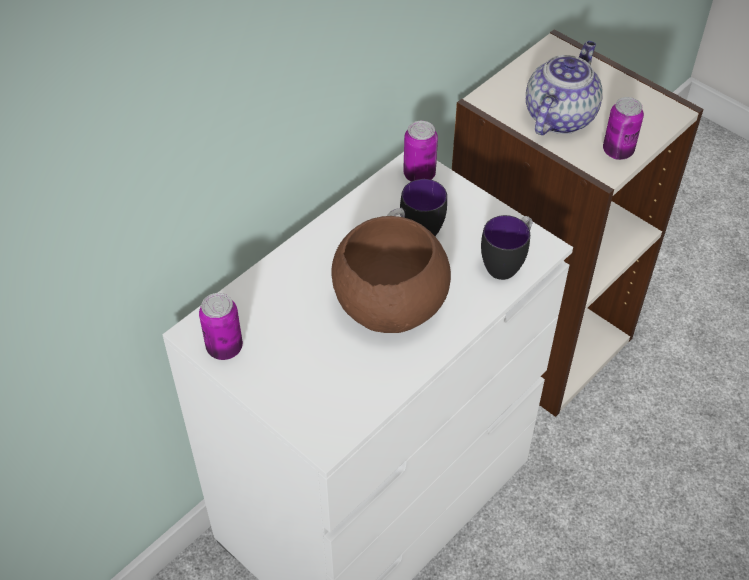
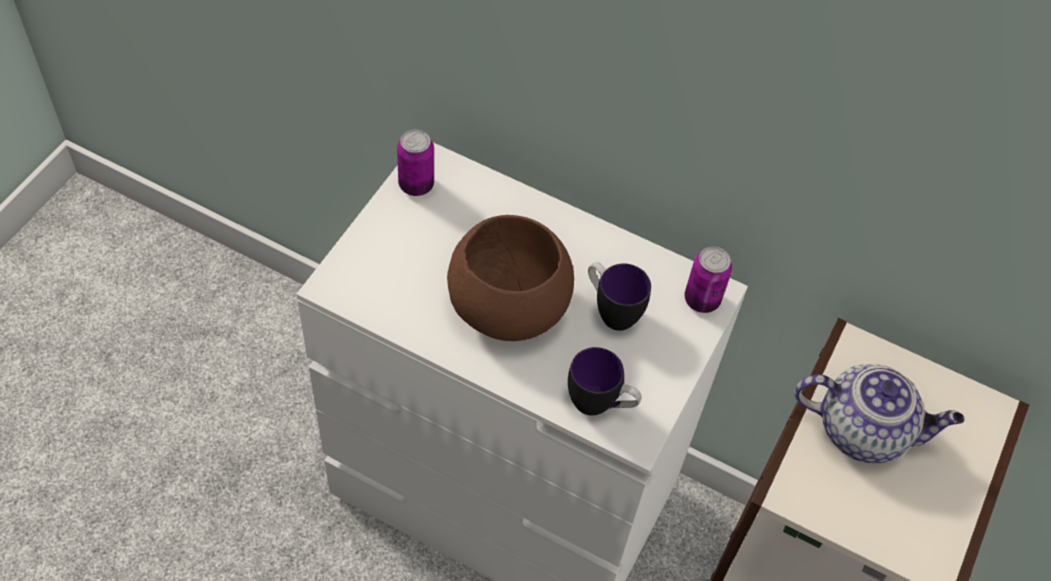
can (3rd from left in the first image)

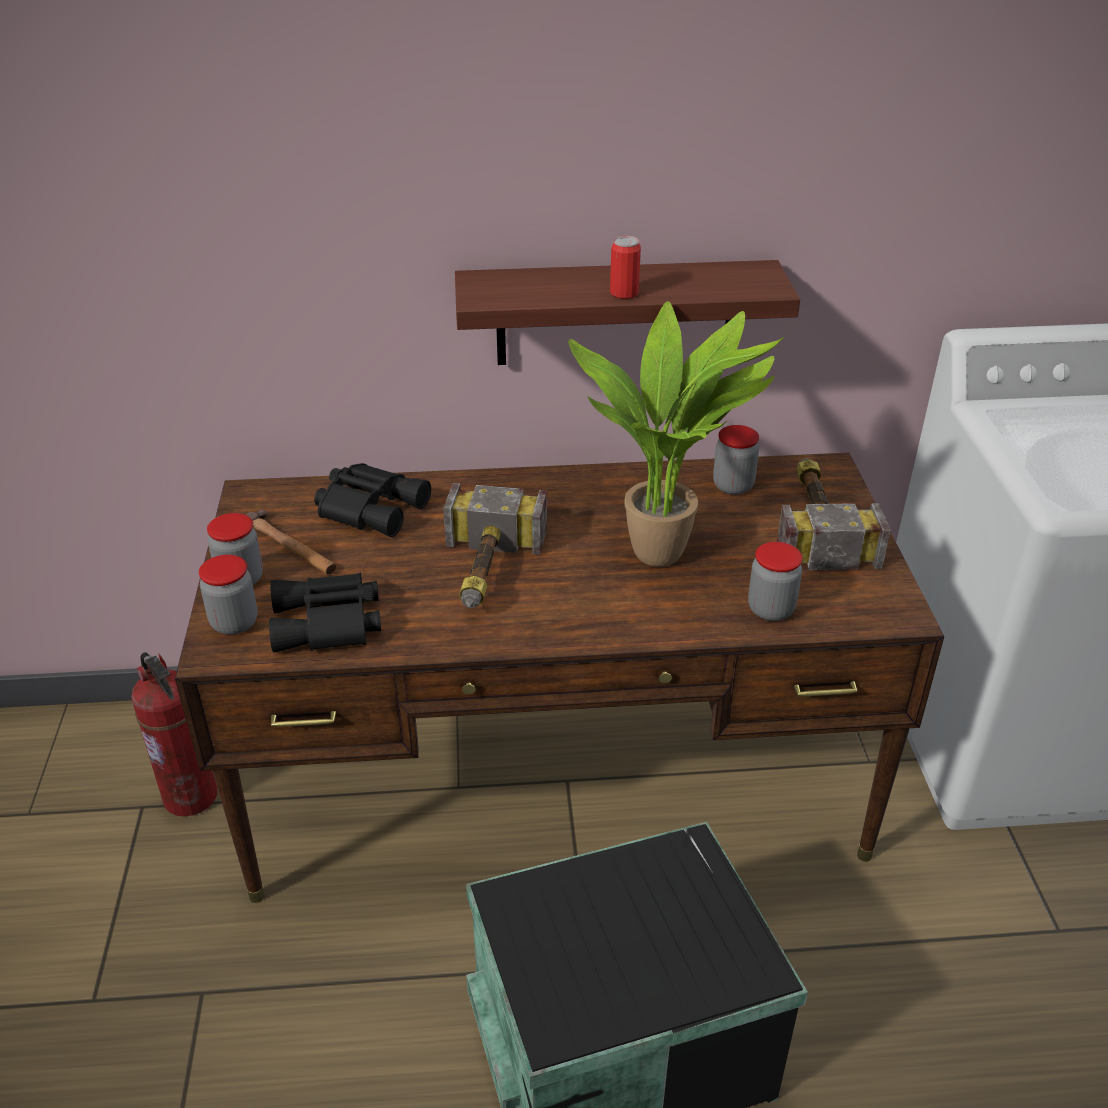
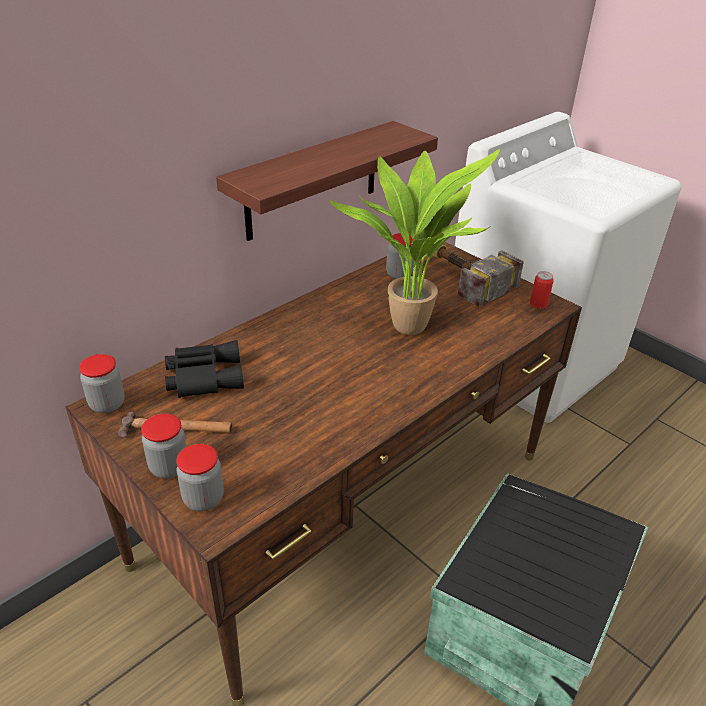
jar (1st from left)
can
fire extinguisher
black binoculars (1st from left in the first image)
hammer (2nd from left in the first image)

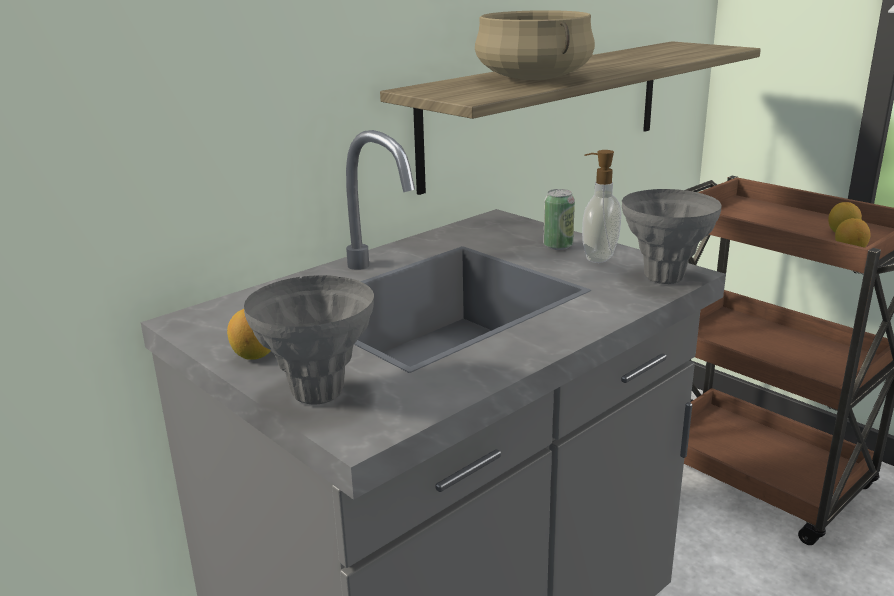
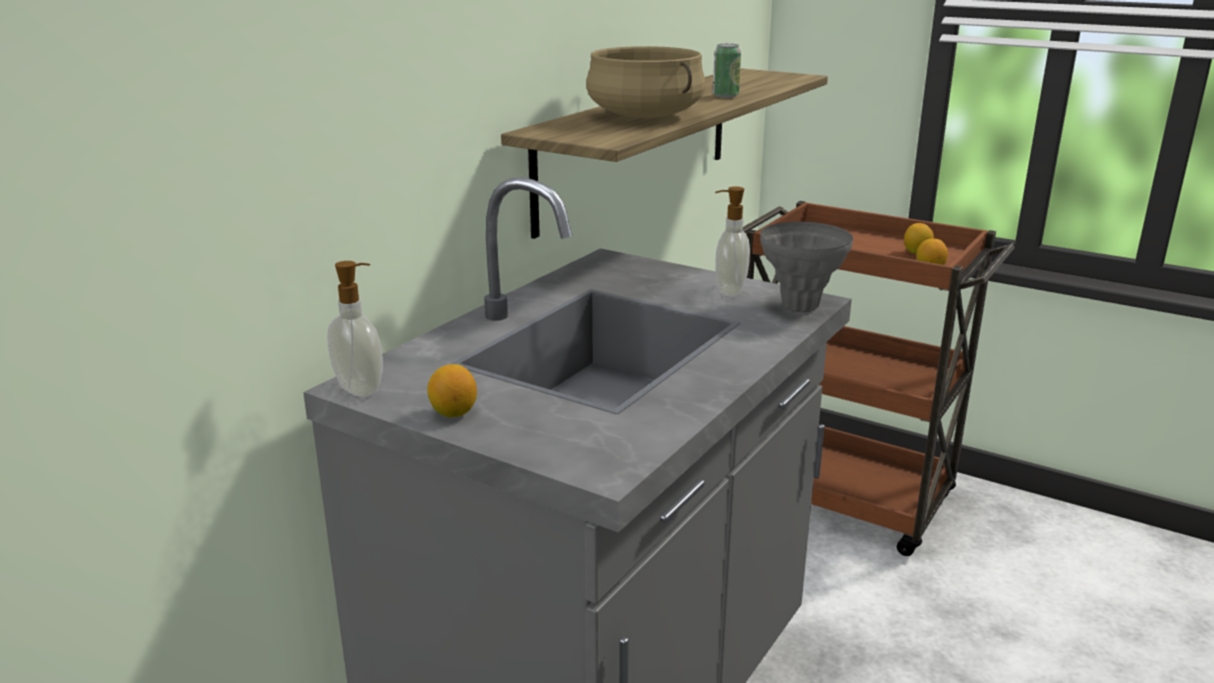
soap dispenser (1st from left)
can
grey vase (1st from left in the first image)

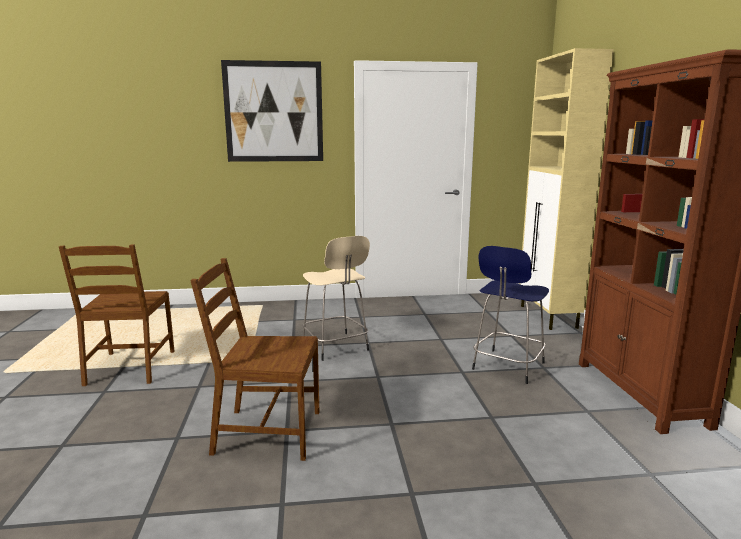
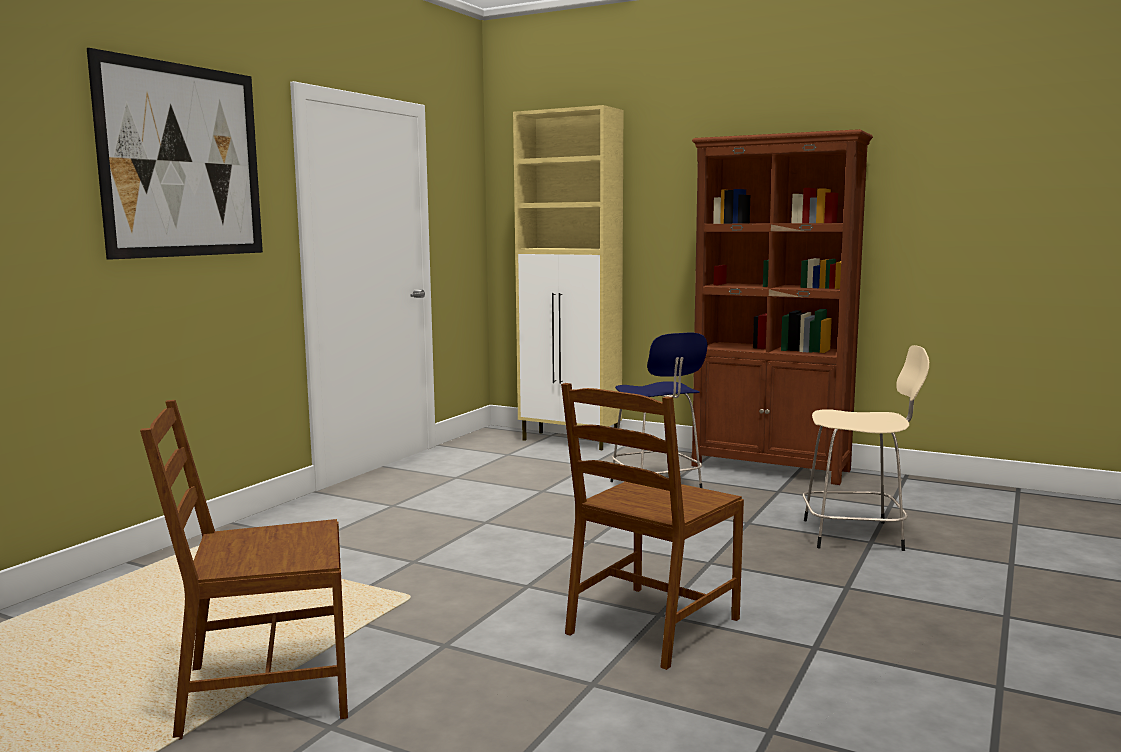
brown chair (1st from left)
beige stool

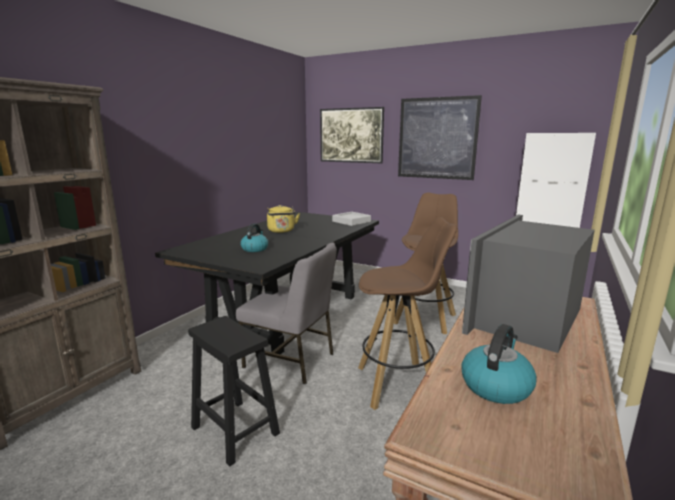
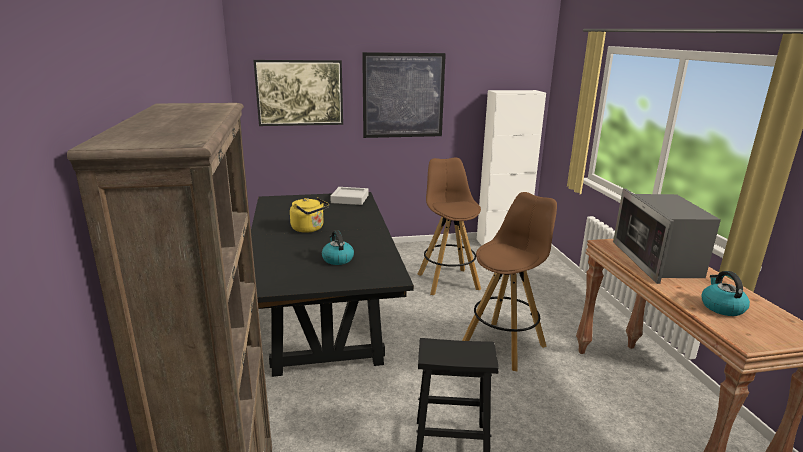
grey chair

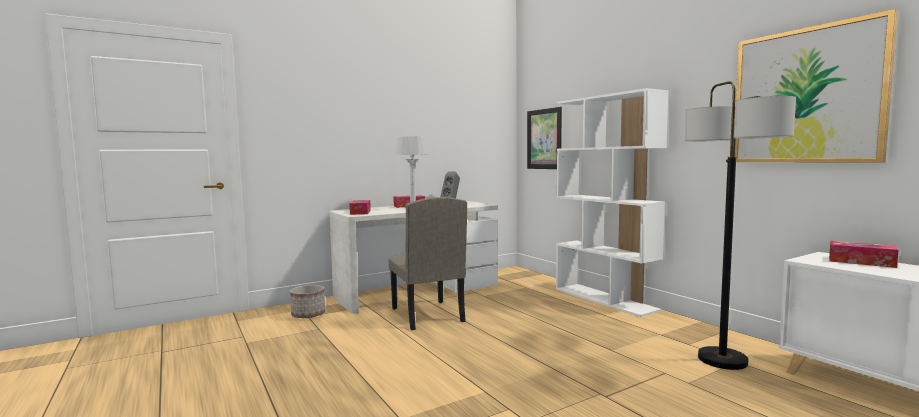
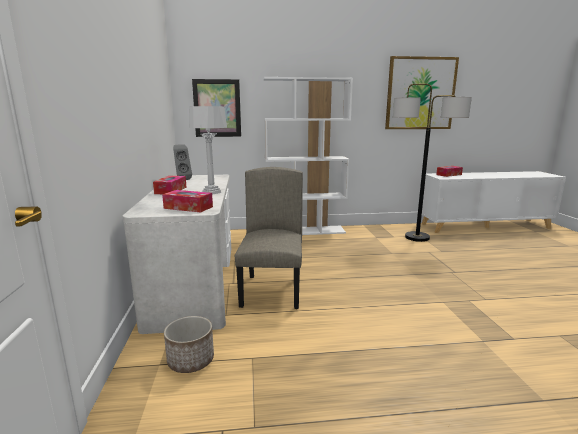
beige chair

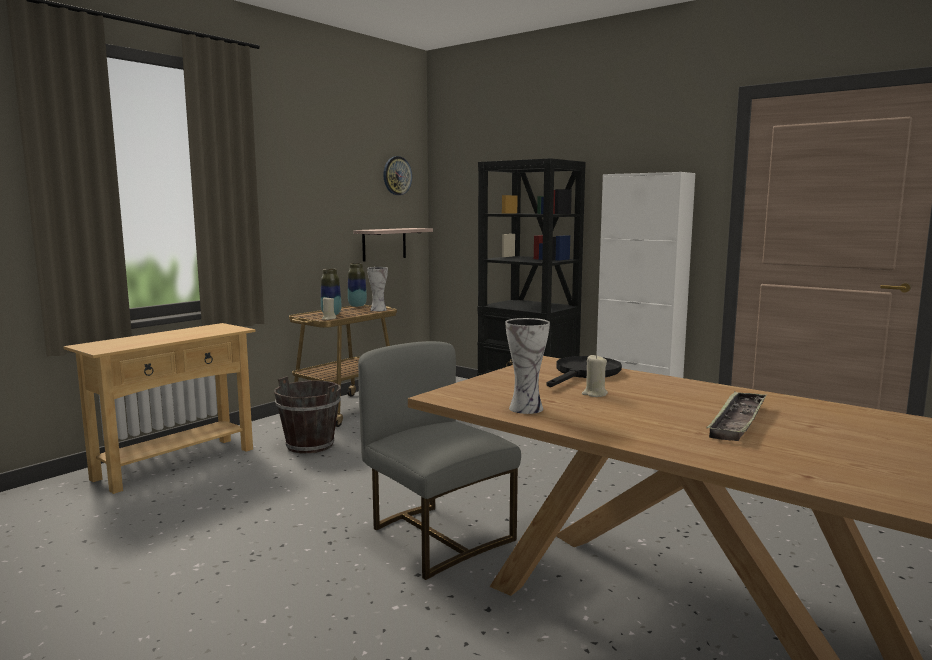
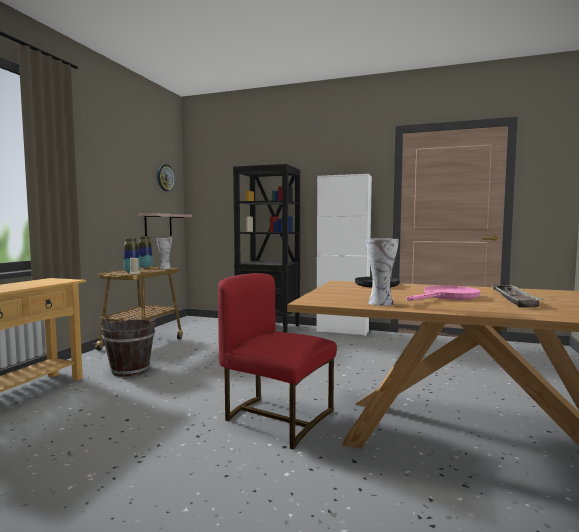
red chair
pink frying pan
beige candle (2nd from left in the first image)

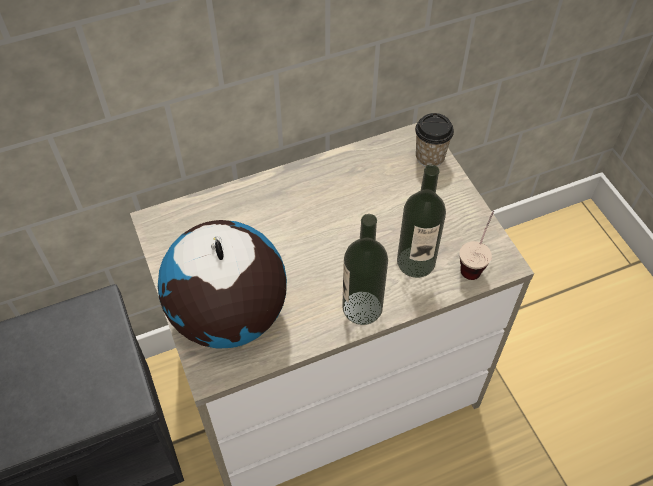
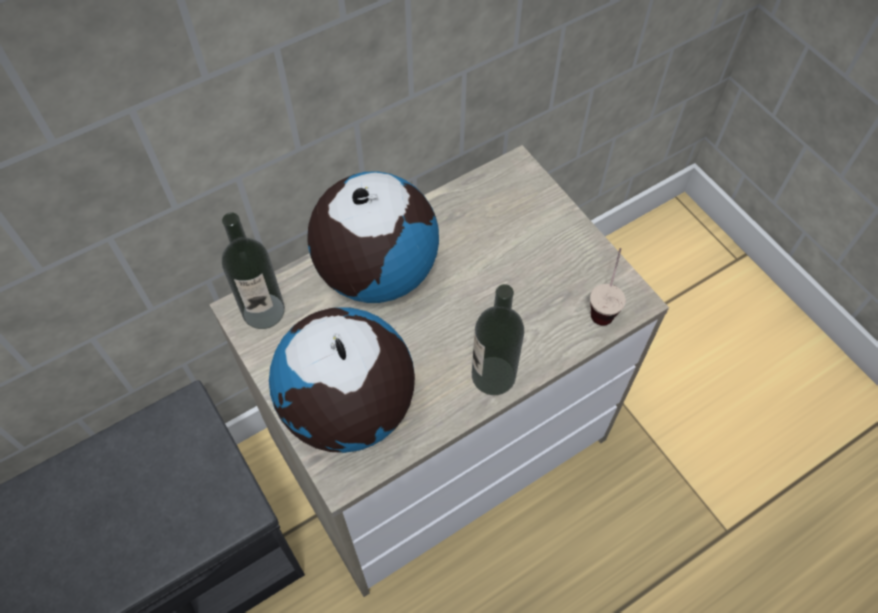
bottle (1st from left)
globe (2nd from left)
cup (1st from left in the first image)

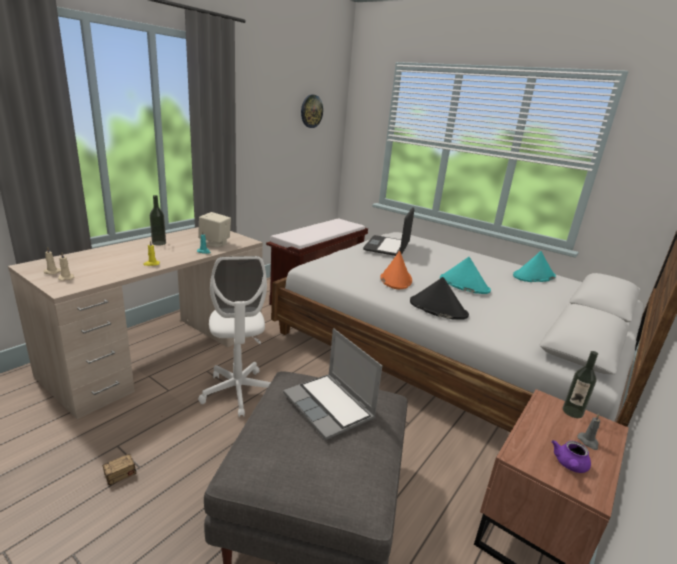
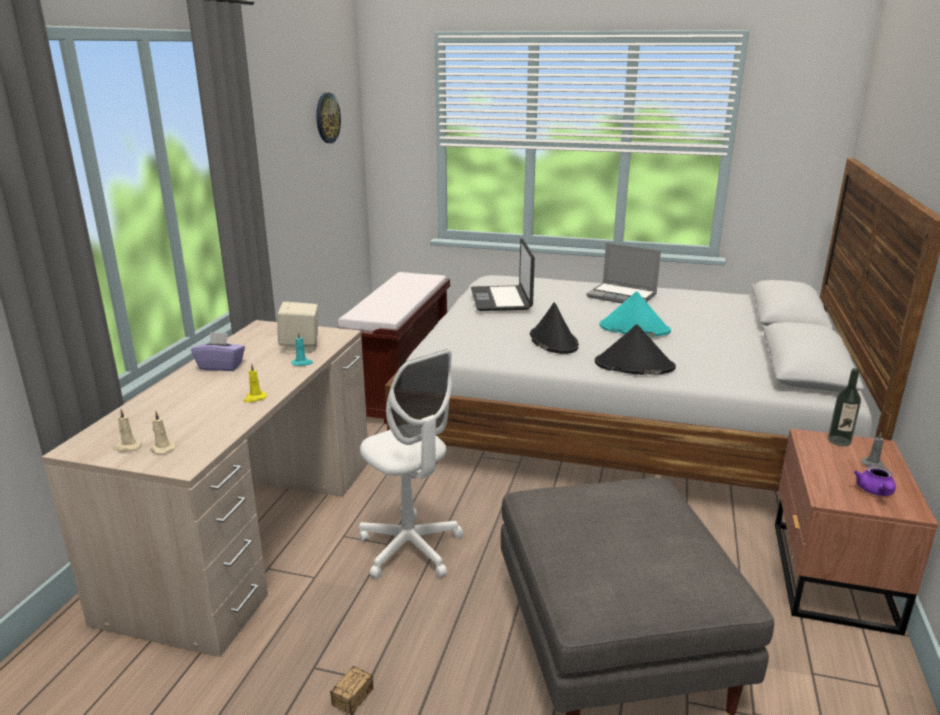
purple tissue box
black hat (1st from left)
laptop (2nd from left)
turquoise hat (2nd from left in the first image)

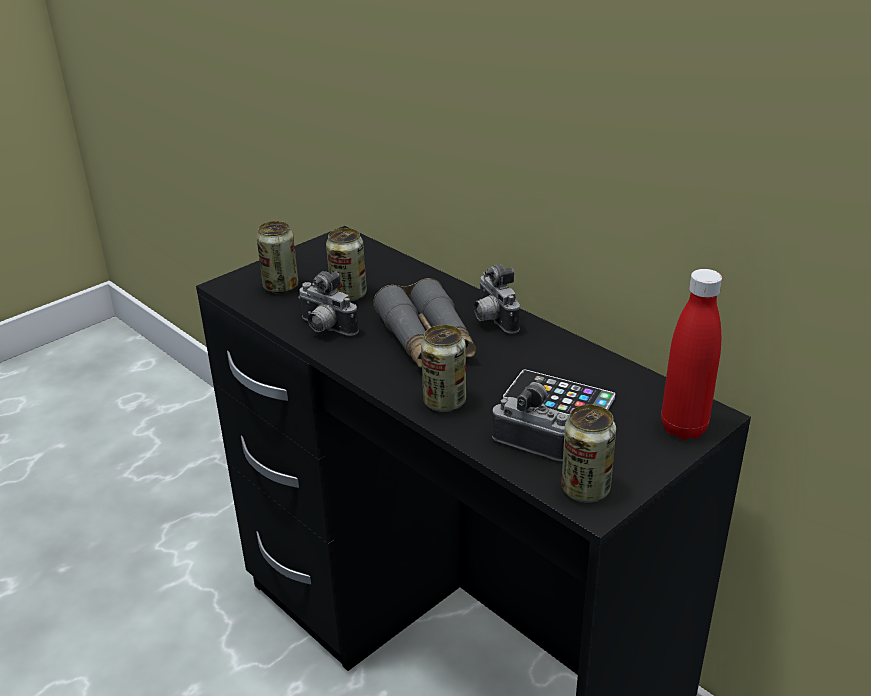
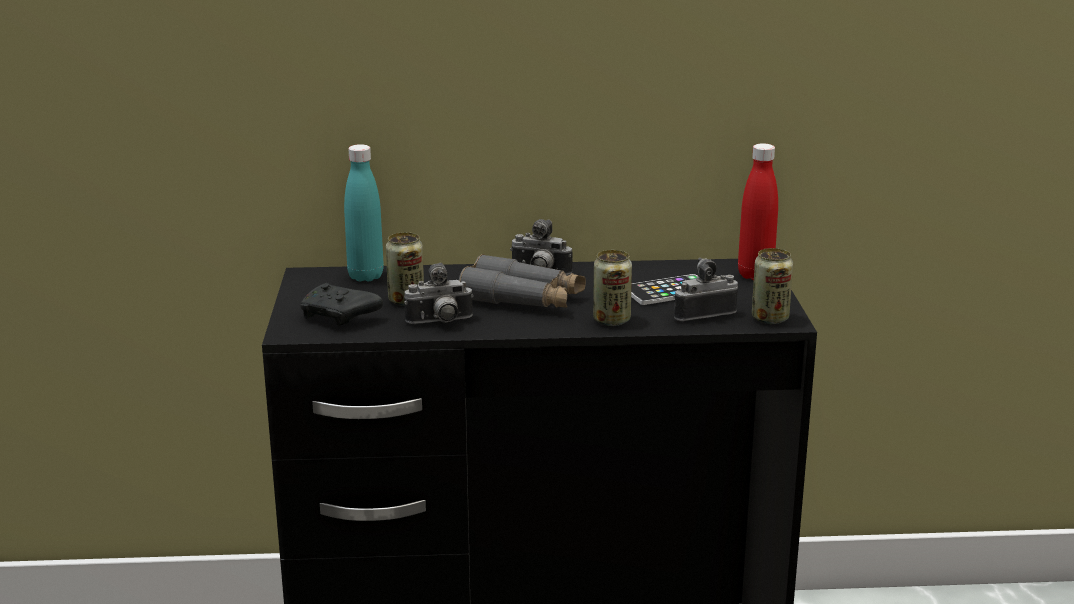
black game controller
turquoise bottle

